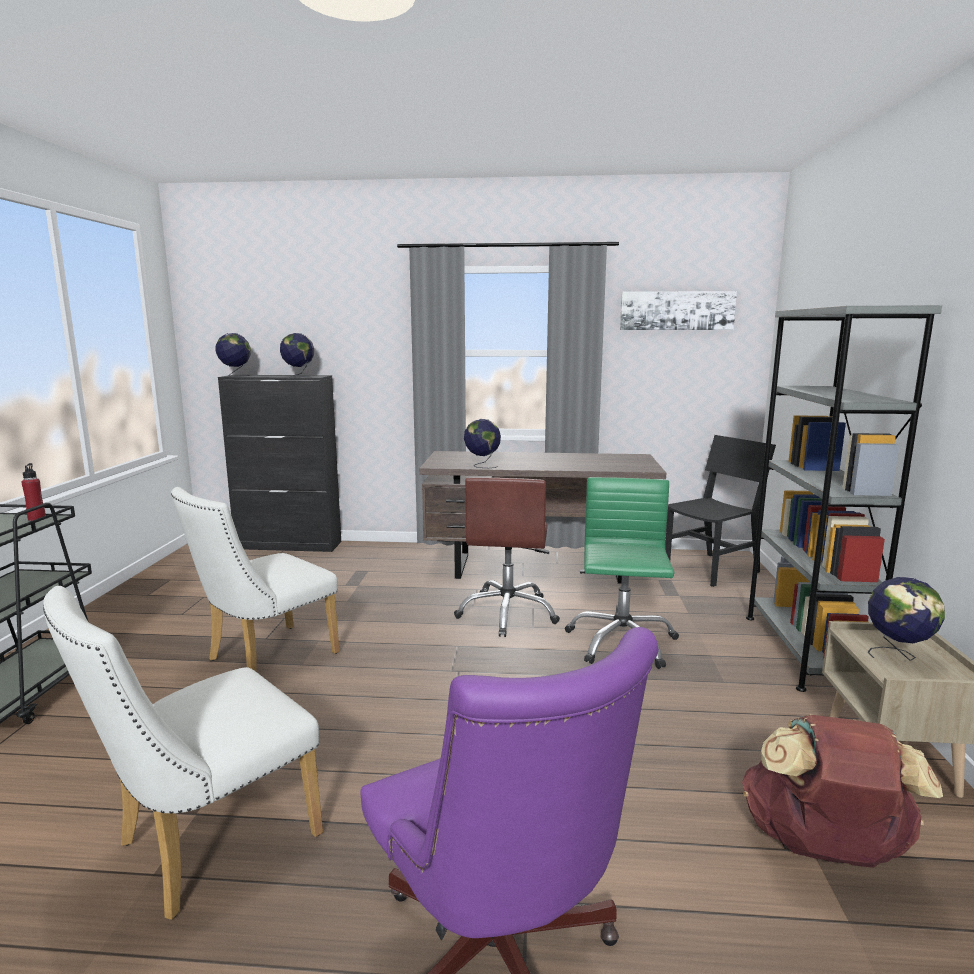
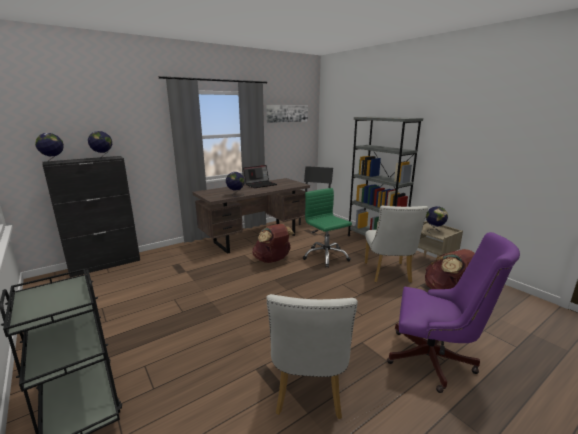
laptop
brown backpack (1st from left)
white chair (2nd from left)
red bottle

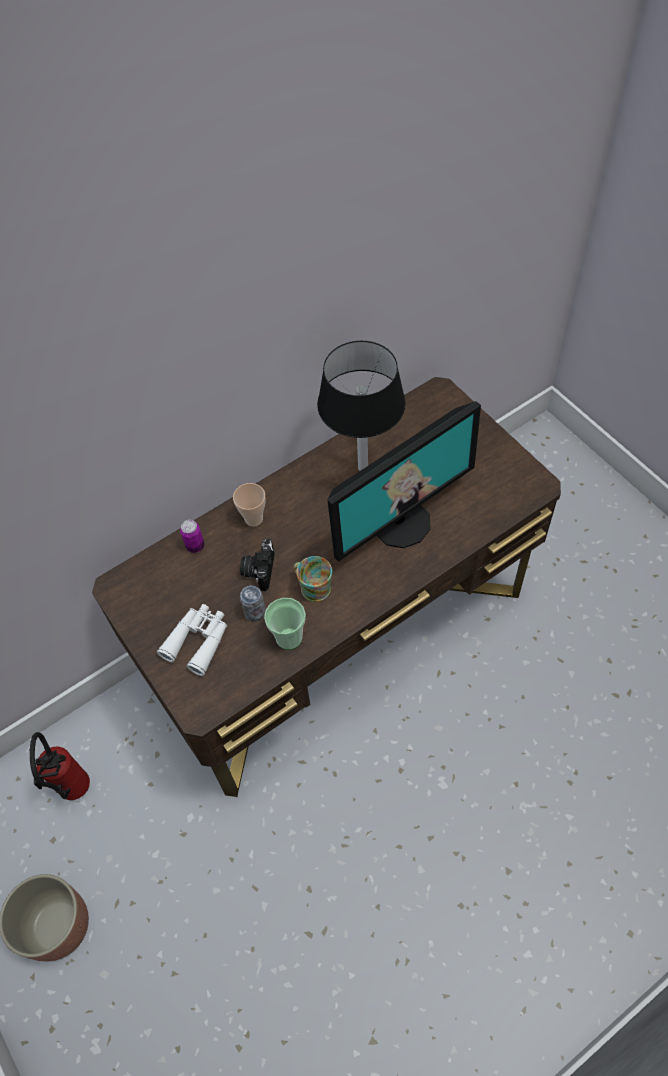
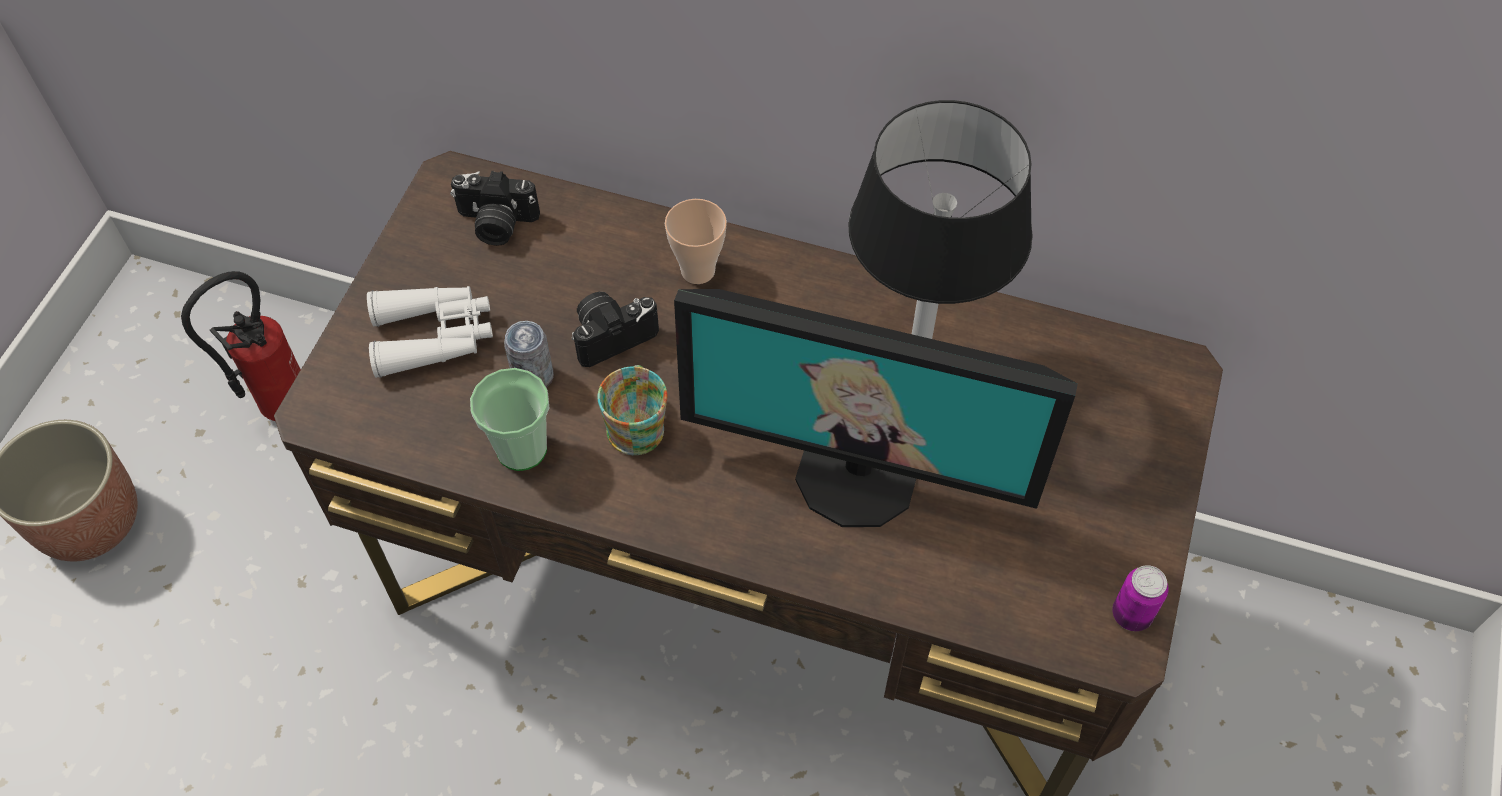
photo camera (1st from left)
can (2nd from left)

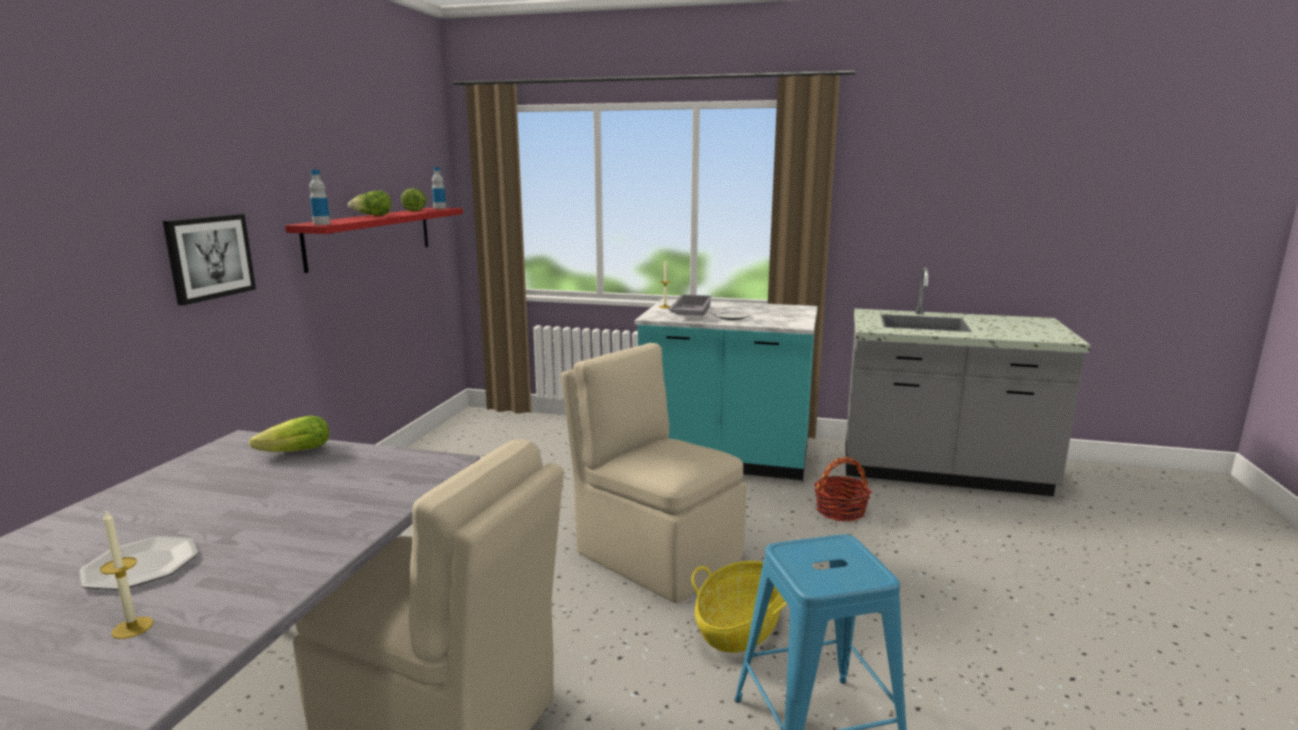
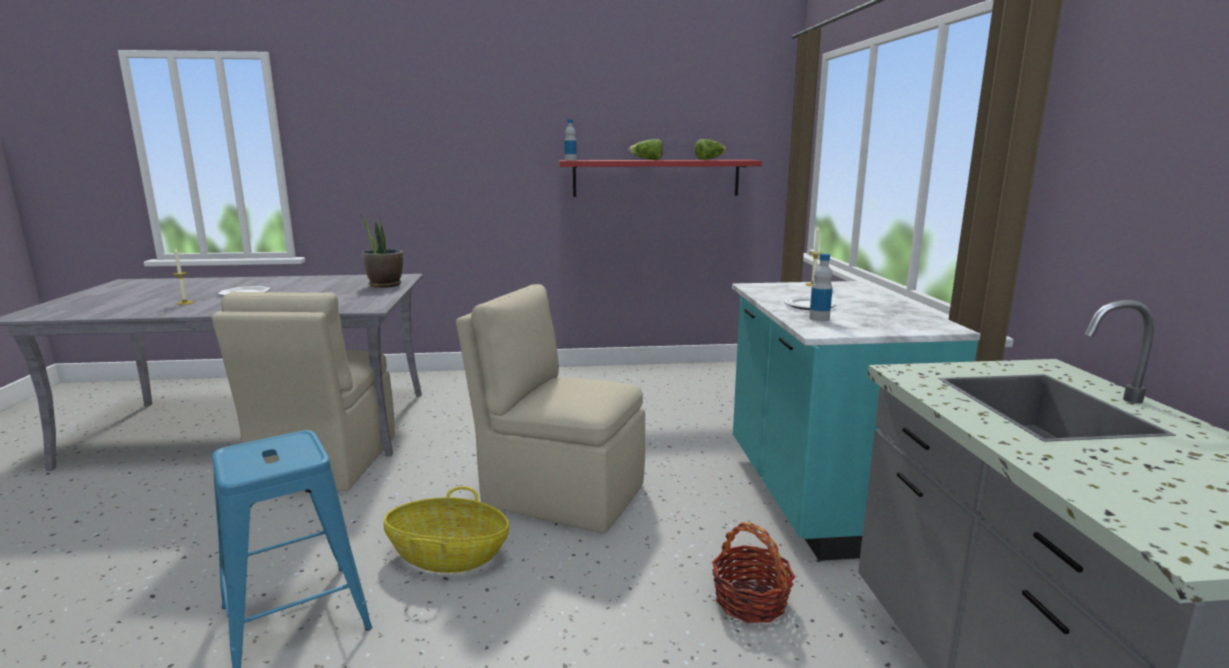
potted plant
beige chair (2nd from left)
bottle (2nd from left)
picture
grey tray

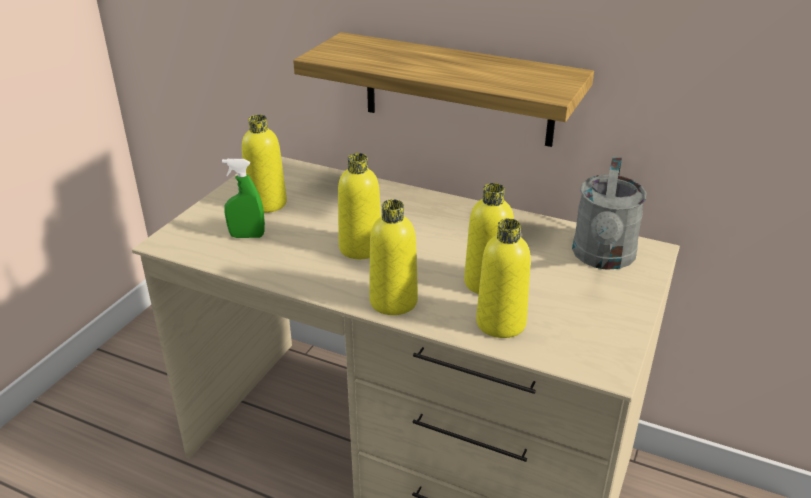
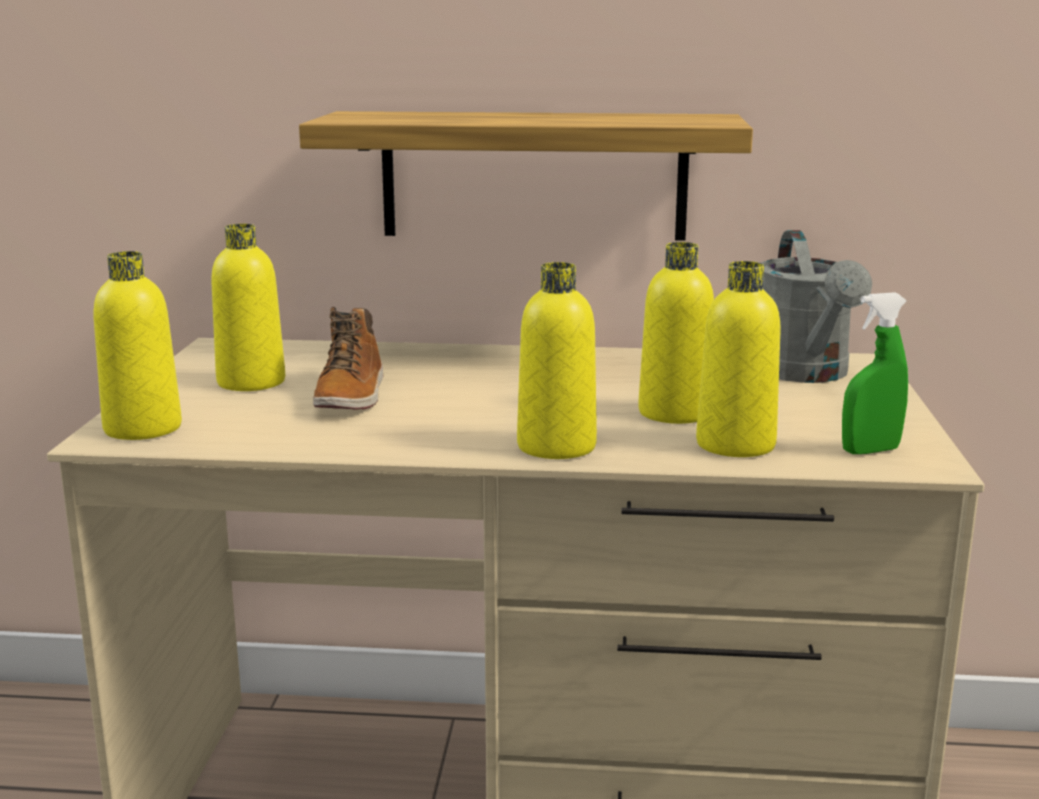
yellow bottle (1st from left)
boot
green spray bottle

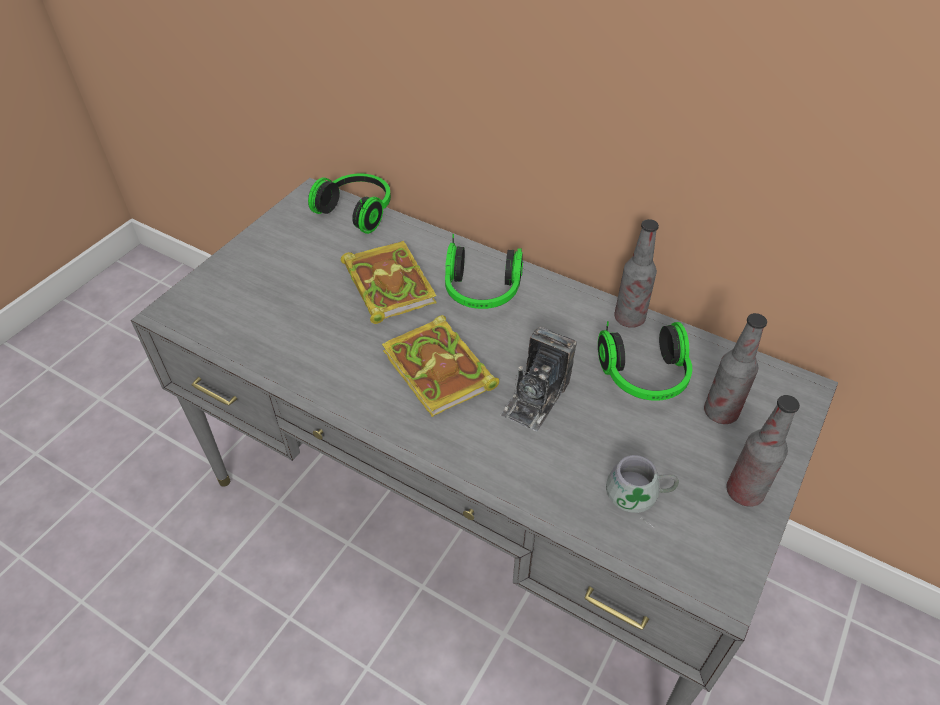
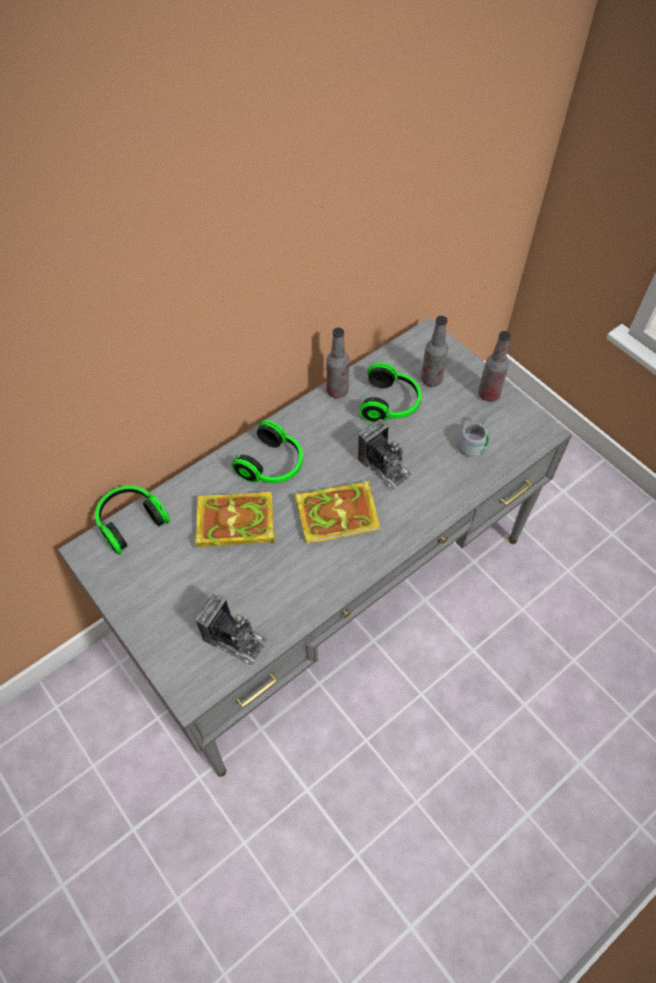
photo camera (1st from left)

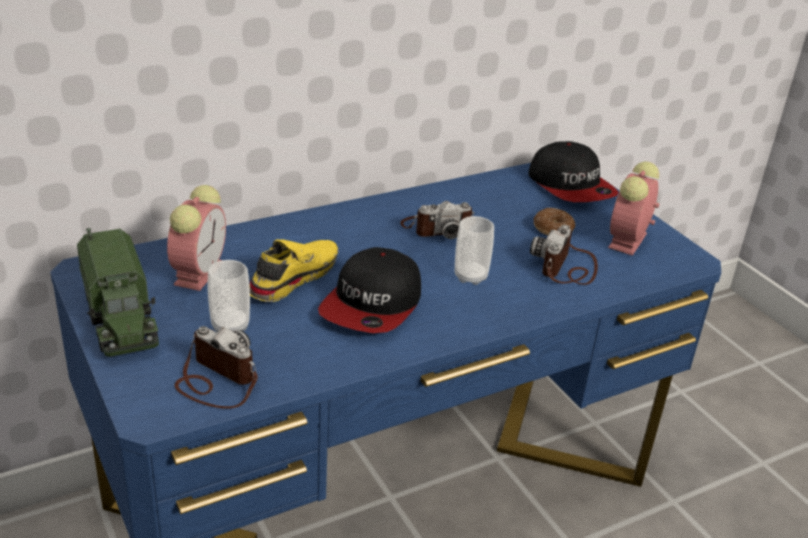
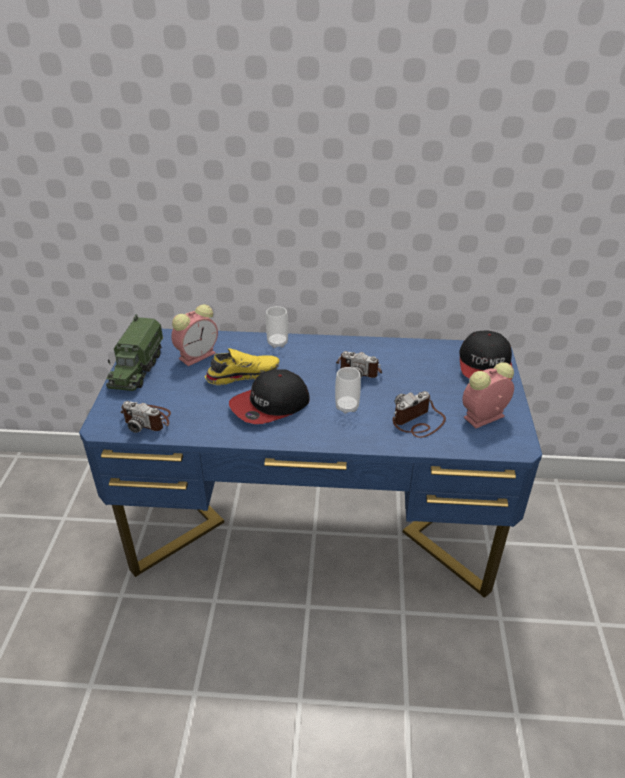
photo camera (1st from left)
cup (1st from left)
donut

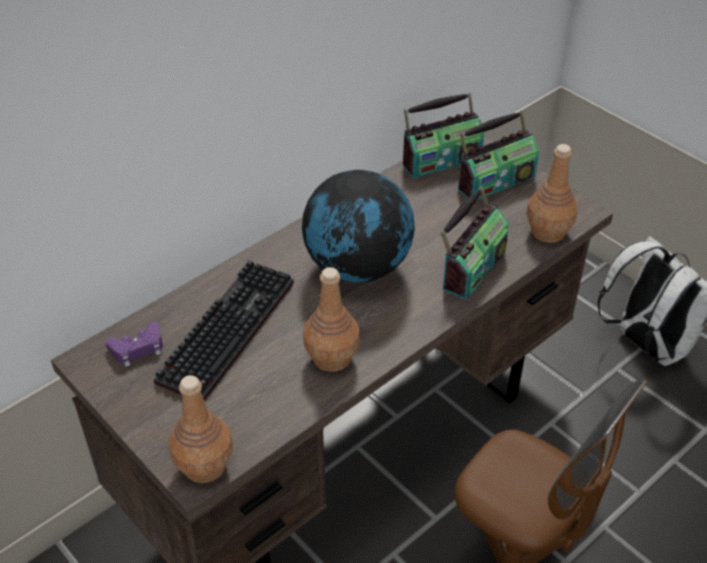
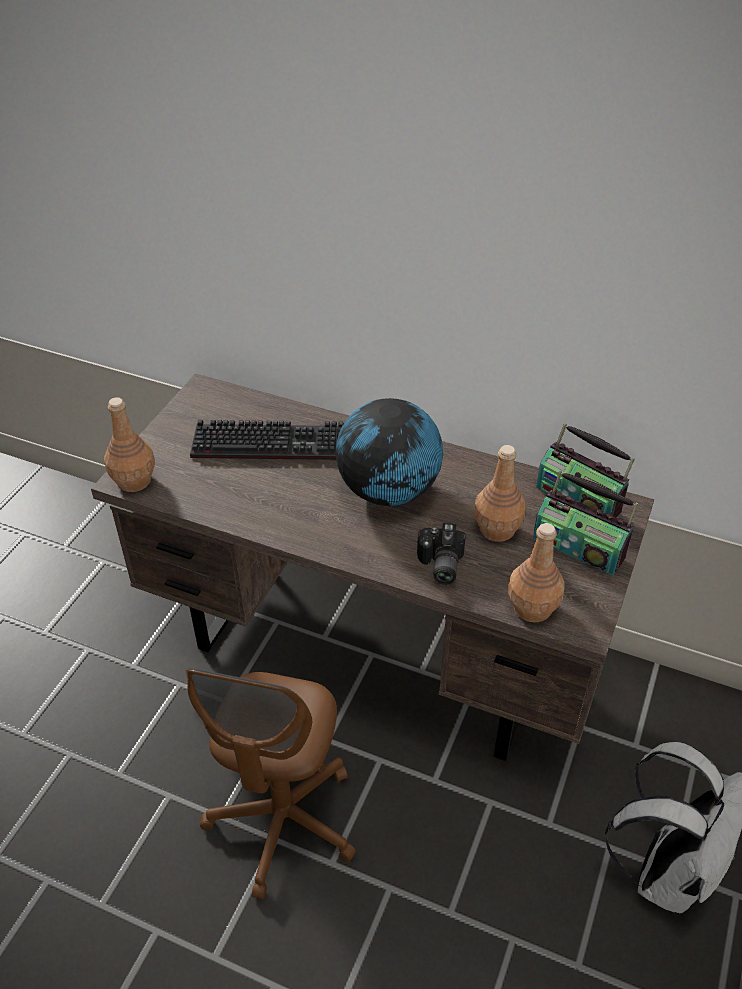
photo camera
brown bottle (2nd from left)
purple game controller

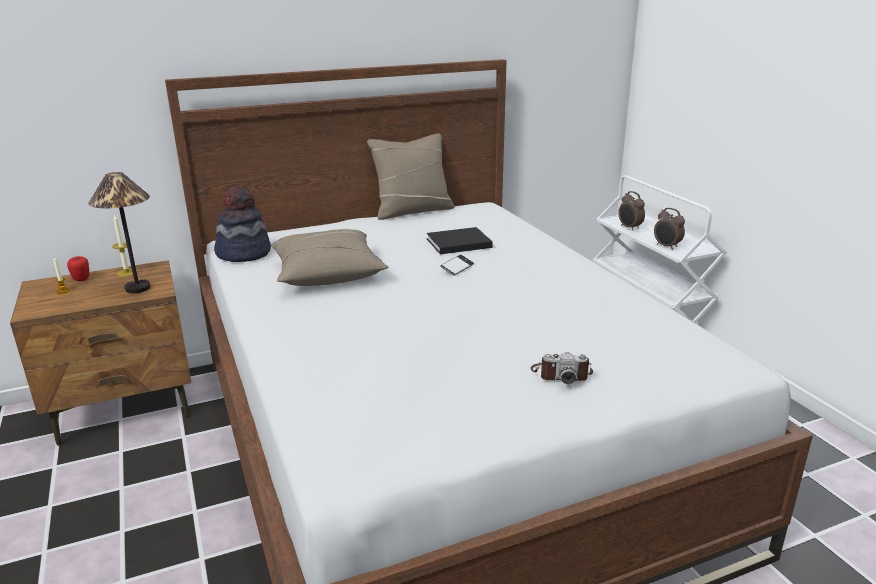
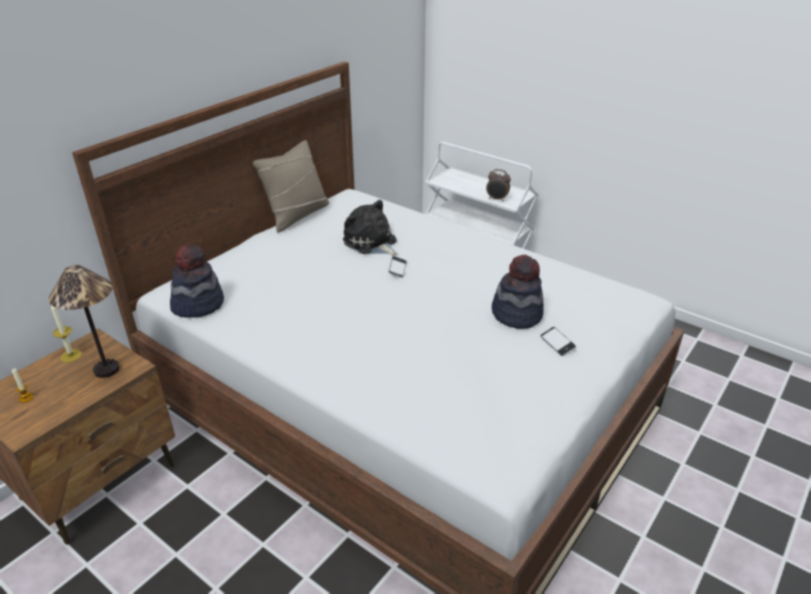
plush toy
hat (2nd from left)
phone (2nd from left)
apple
beige pillow (1st from left in the first image)
alarm clock (1st from left in the first image)

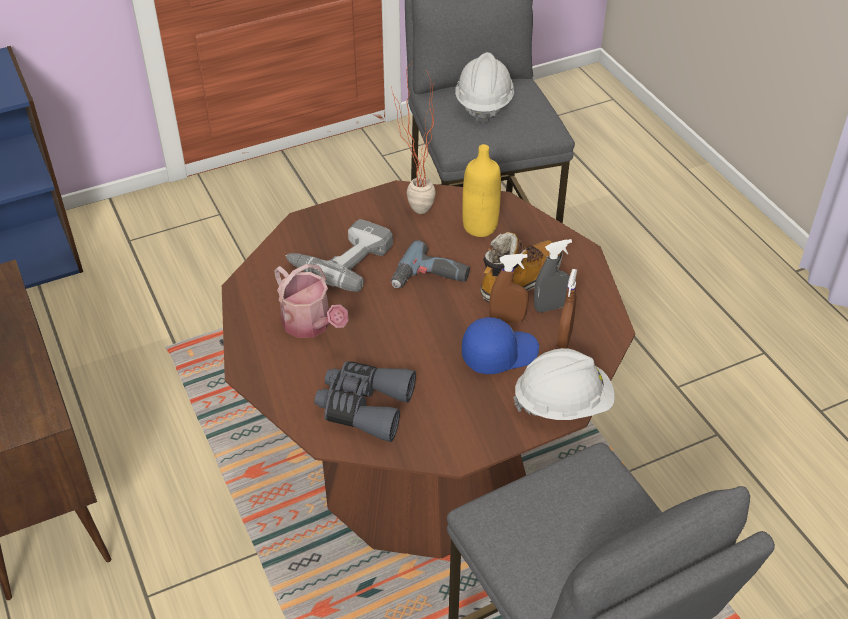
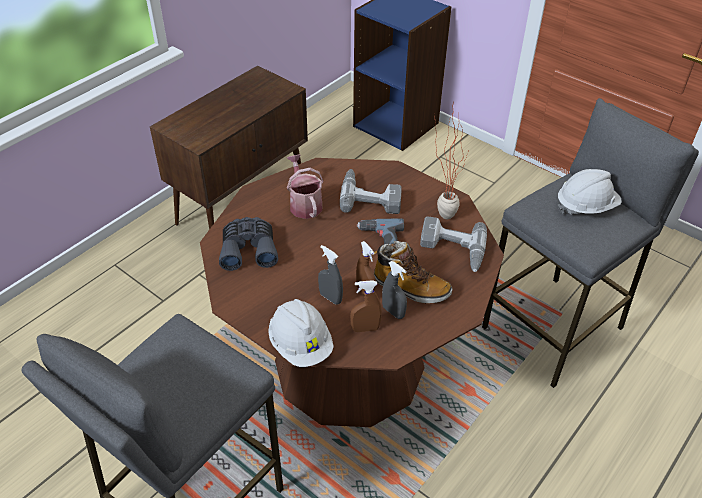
watering can
grey spray bottle (1st from left)
power drill (3rd from left)

